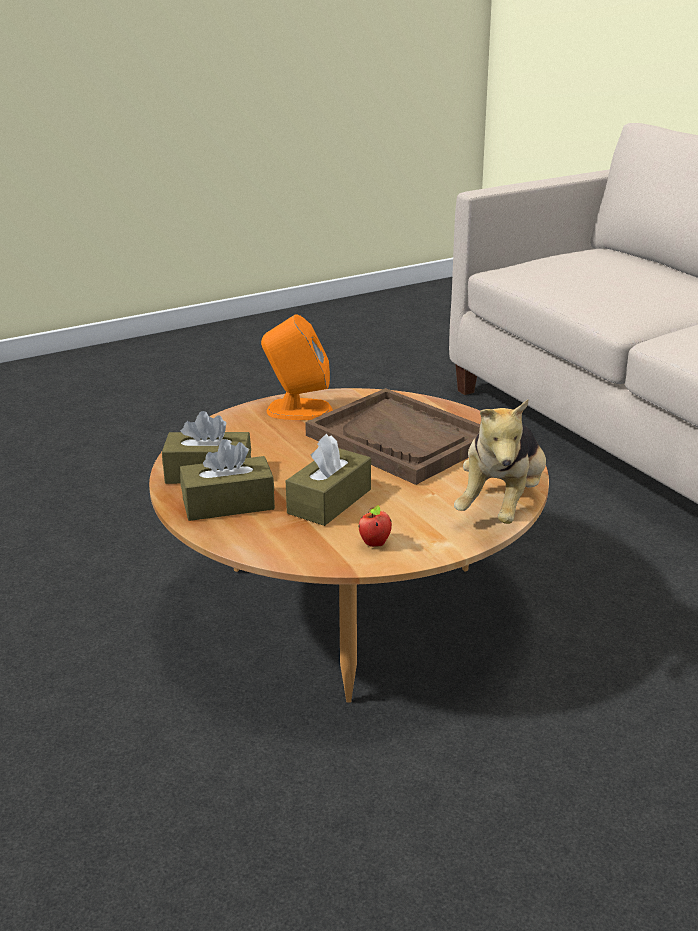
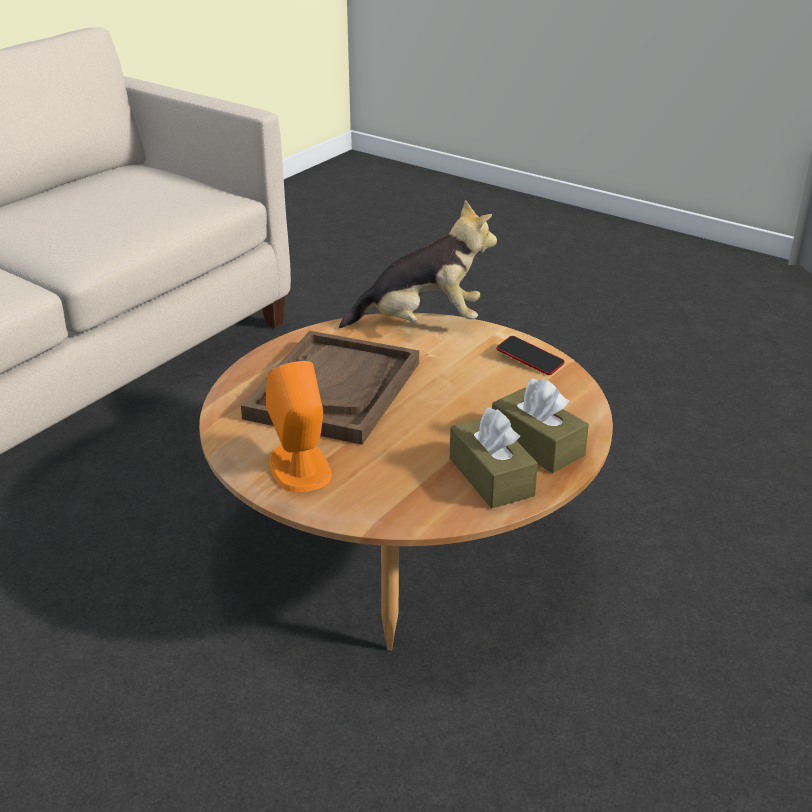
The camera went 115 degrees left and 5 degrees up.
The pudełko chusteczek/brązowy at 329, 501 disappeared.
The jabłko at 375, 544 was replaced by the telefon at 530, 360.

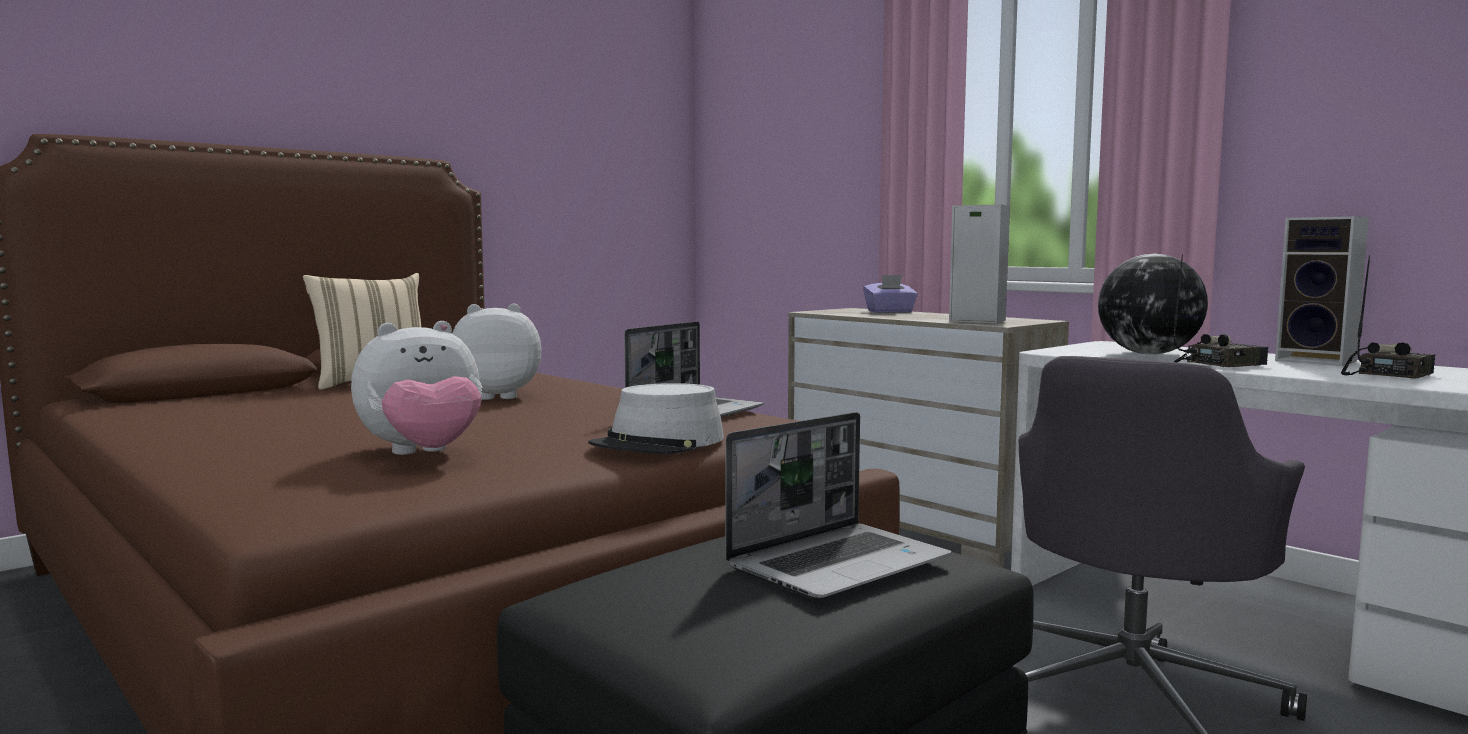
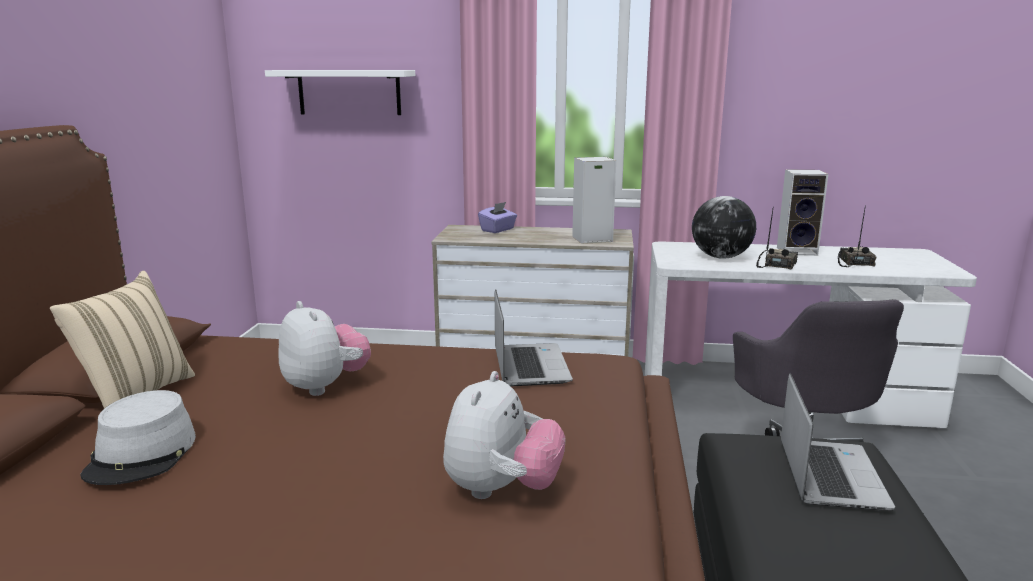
The camera went 40 degrees left and 10 degrees up.
The półka/biały at 349, 92 appeared.
The kapelusz/szary moved from 659, 443 to 142, 454.
The pluszak at 498, 396 turned 105 degrees clockwise.

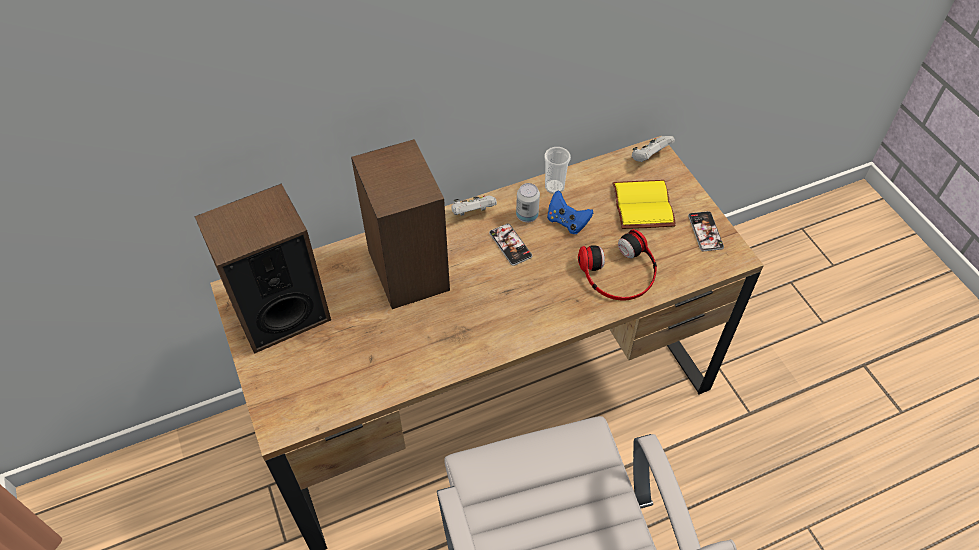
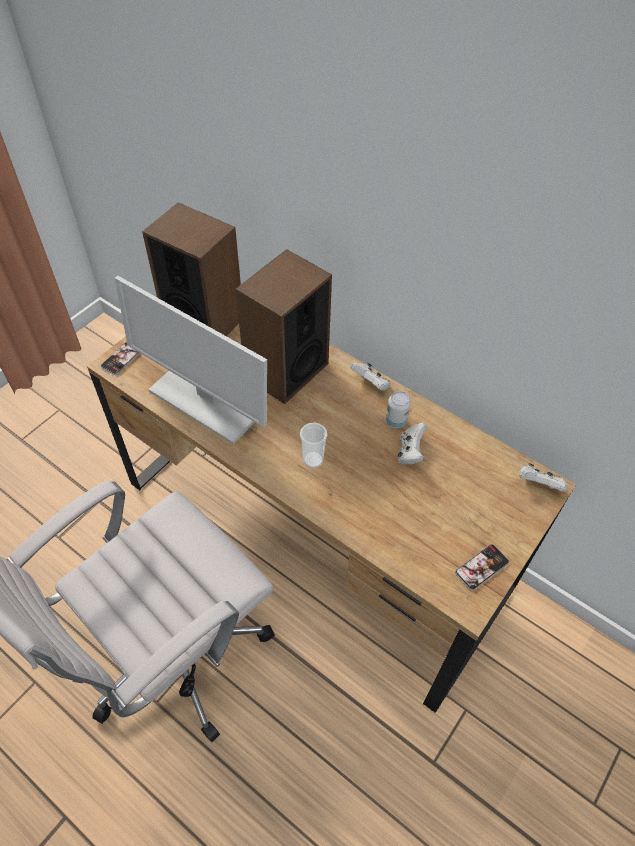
The camera went 60 degrees right and 0 degrees up.
The słuchawki at 619, 273 disappeared.
The książka/żółty at 645, 206 disappeared.
The monitor at 206, 400 appeared.
The telefon moved from 510, 245 to 123, 358.
The filiżanka moved from 554, 187 to 313, 460.
The pad do gier/niebieski at 567, 222 became the pad do gier/biały at 410, 452.

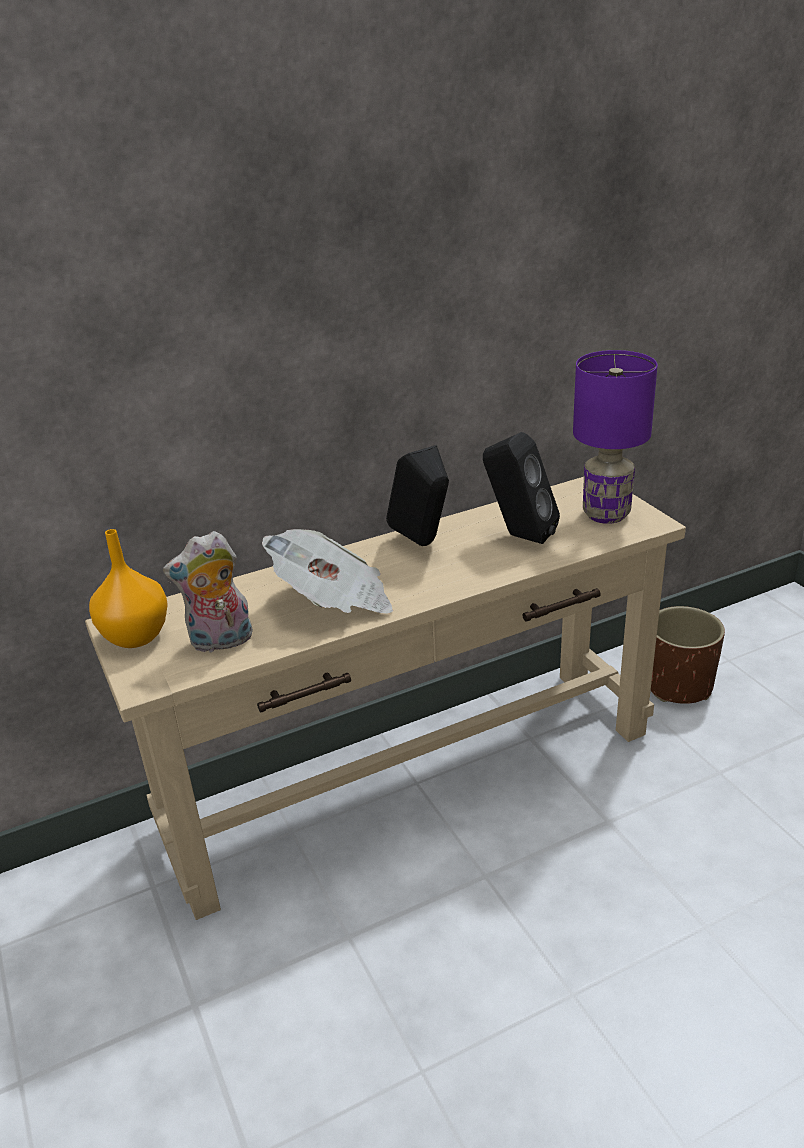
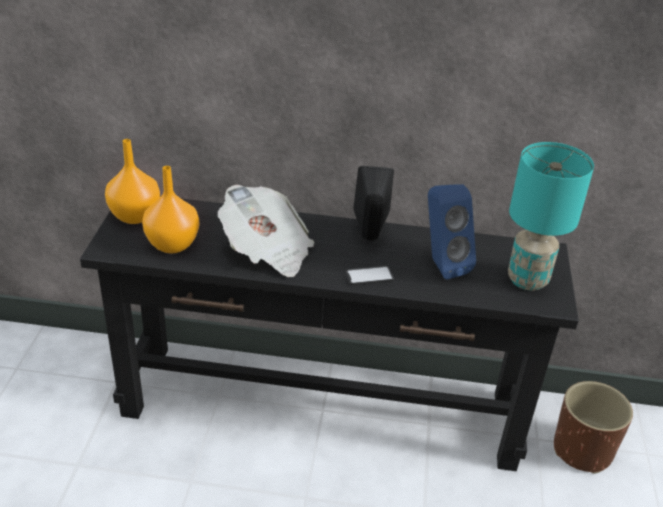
The camera went 30 degrees right and 5 degrees up.
The telefon at 369, 276 appeared.
The pluszak at 220, 642 was replaced by the wazon/pomarańczowy at 173, 244.
The stolik konsolowy/beżowy at 412, 779 became the stolik konsolowy/czarny at 322, 406.
The głośnik/czarny at 518, 536 became the głośnik/niebieski at 441, 265.
The lampa stołowa/fioletowy at 606, 515 became the lampa stołowa/turkusowy at 527, 280.

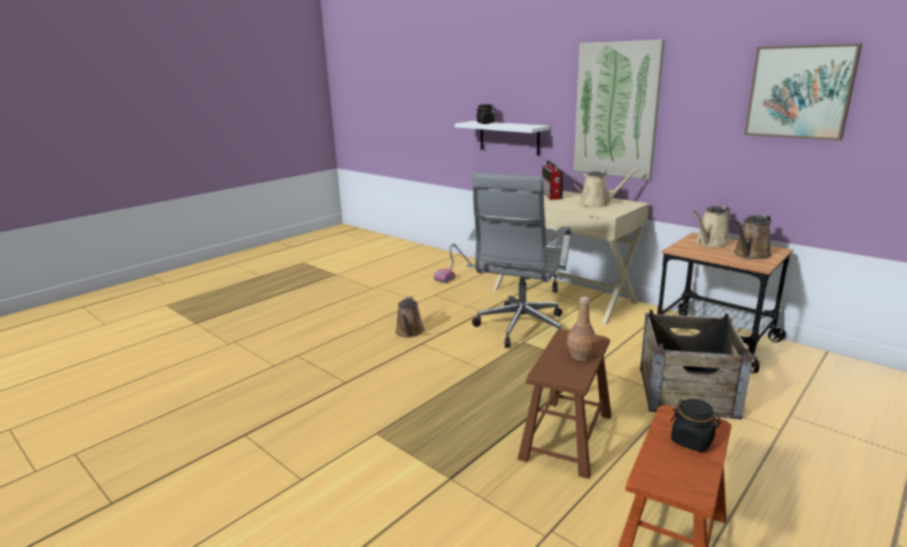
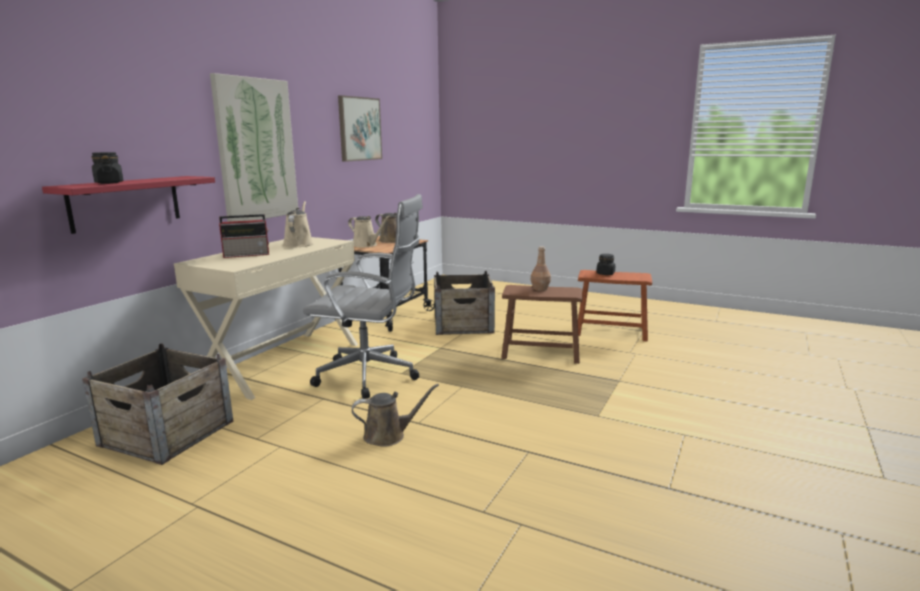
The camera went 105 degrees left and 5 degrees down.
The odkurzacz at 457, 274 was replaced by the skrzynka at 167, 432.
The półka/biały at 509, 137 became the półka/czerwony at 125, 203.

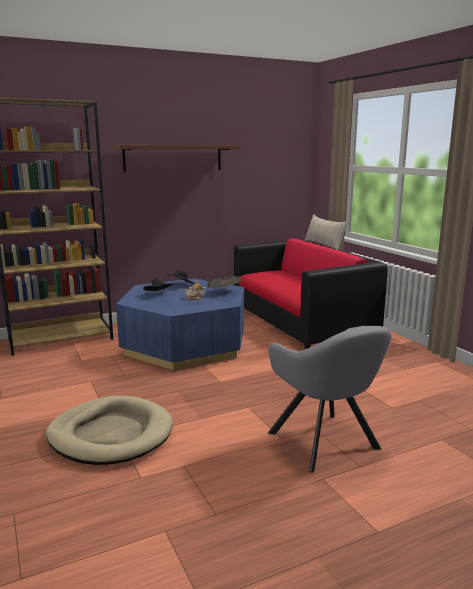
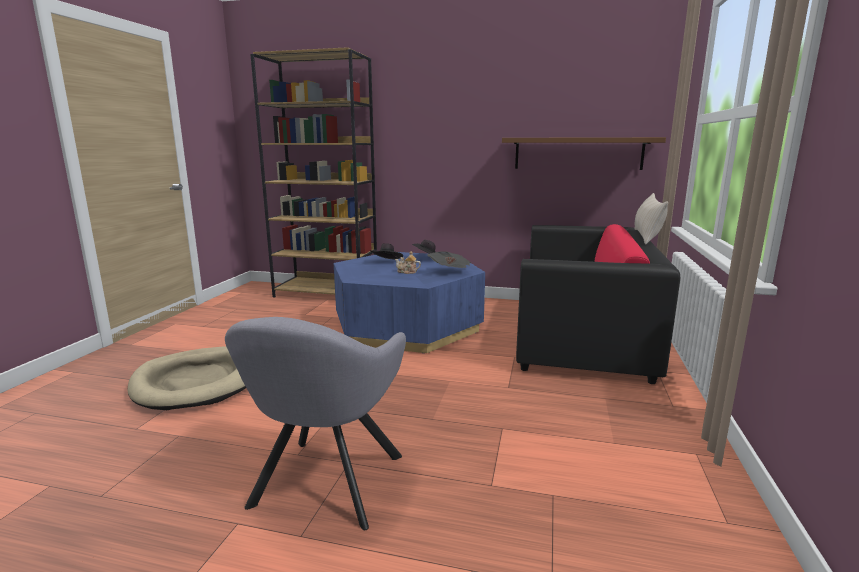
The camera went 40 degrees right and 0 degrees up.
The półka/brązowy moved from 173, 158 to 578, 153.

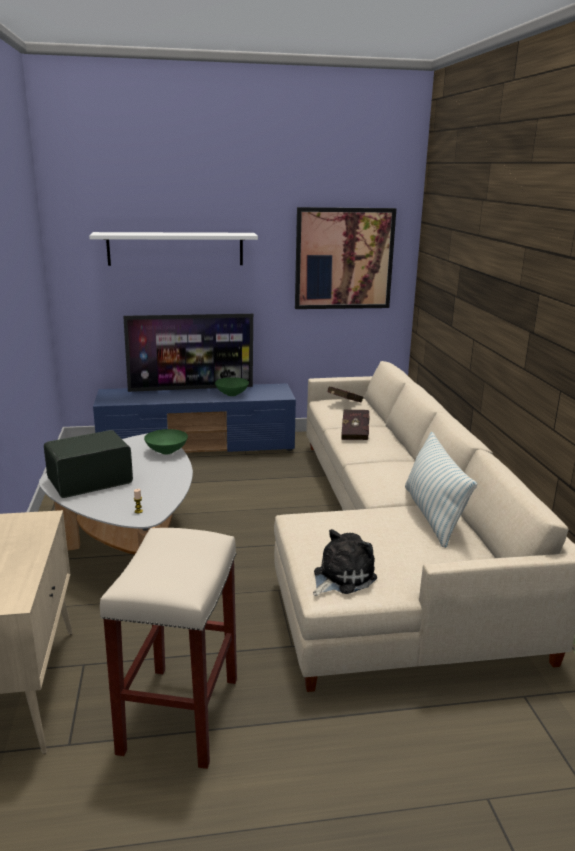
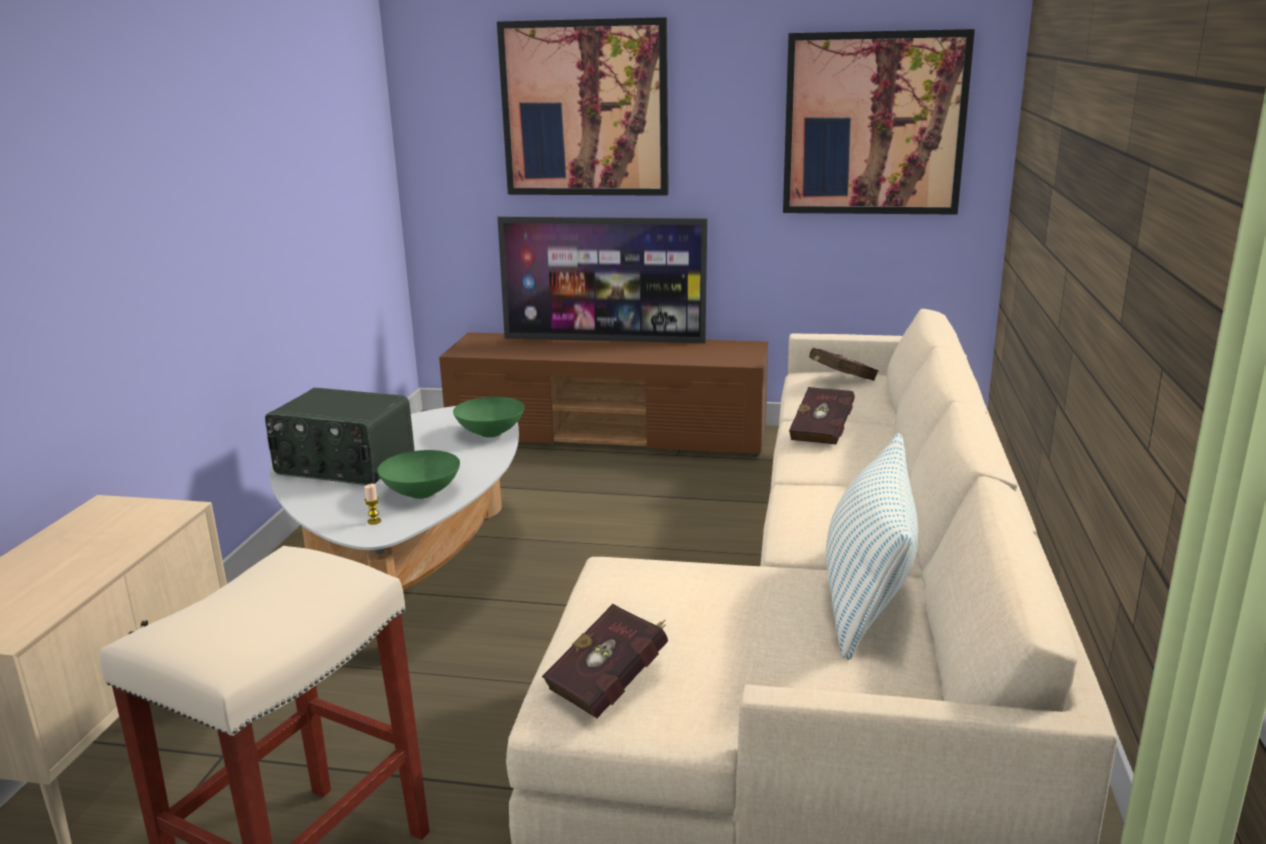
The camera went 20 degrees right and 0 degrees up.
The miska/zielony moved from 232, 394 to 423, 493.
The półka/biały at 175, 249 was replaced by the obraz at 585, 109.
The pluszak at 341, 577 was replaced by the książka/czerwony at 611, 683.
The szafka pod telewizor/niebieski at 198, 446 became the szafka pod telewizor/brązowy at 610, 435.
The radio at 90, 480 turned 150 degrees counterclockwise.

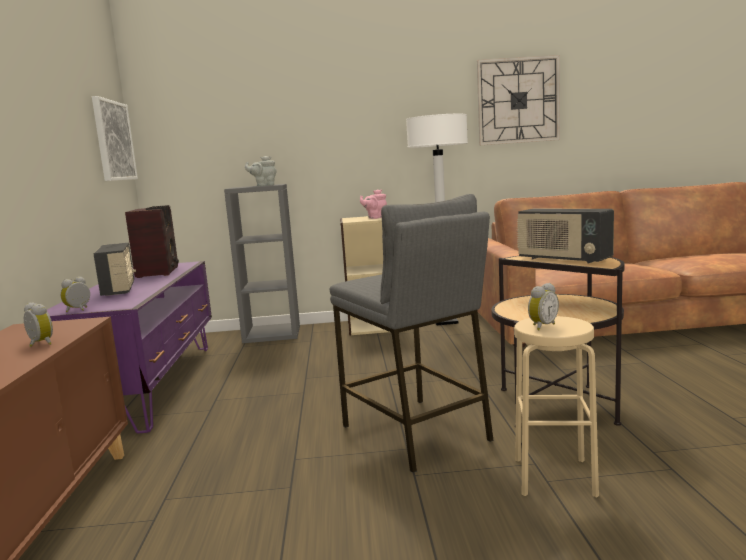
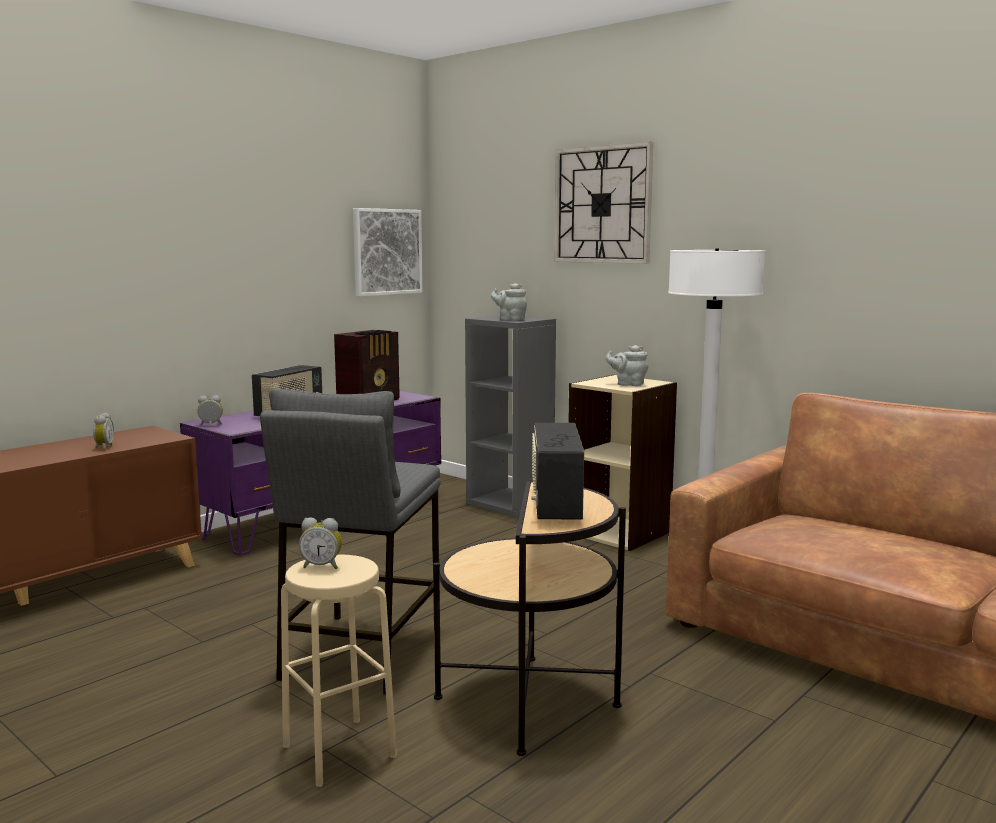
The camera went 45 degrees right and 0 degrees up.
The zegar ścienny moved from 518, 101 to 602, 205.
The imbryk/różowy at 375, 218 became the imbryk/szary at 628, 384.

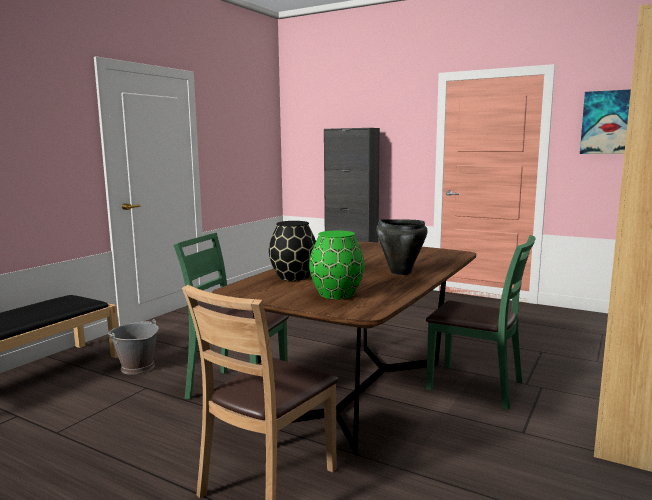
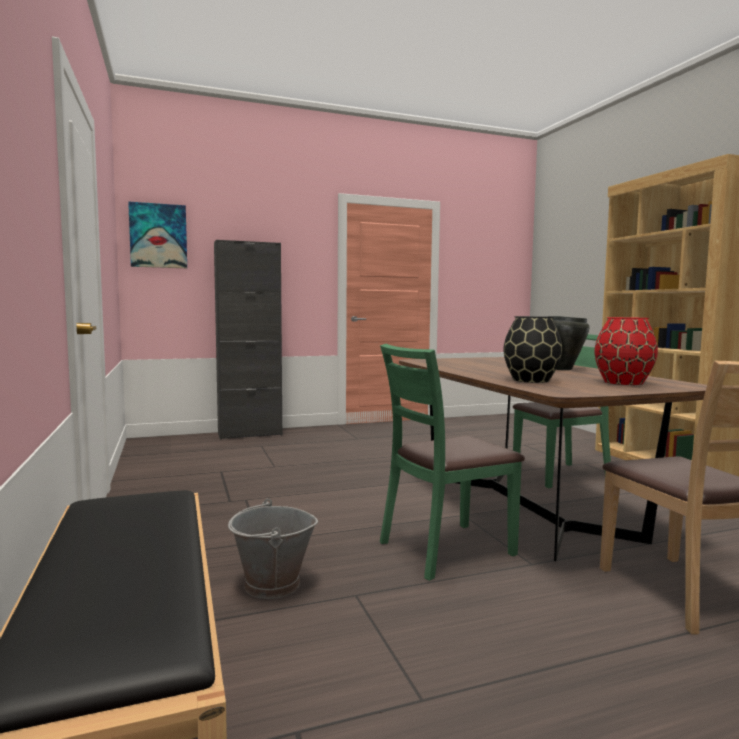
The camera went 50 degrees left and 5 degrees down.
The obraz moved from 611, 122 to 158, 236.
The wazon/zielony at 336, 294 became the wazon/czerwony at 622, 382.

